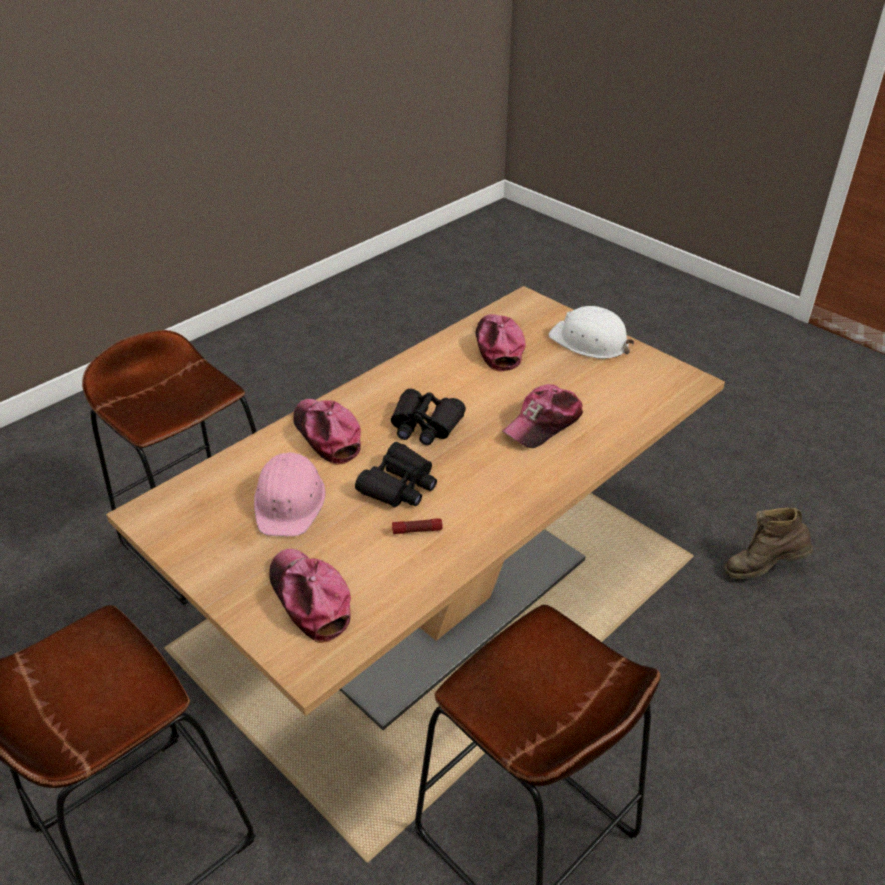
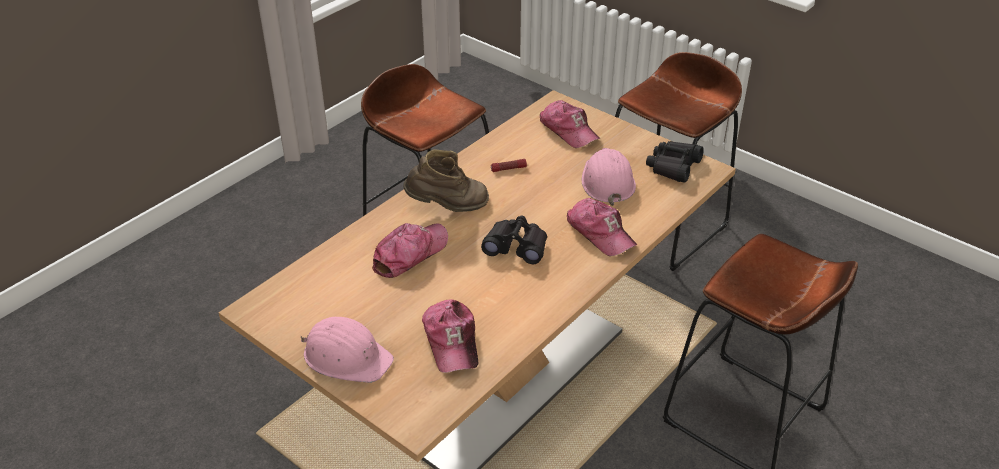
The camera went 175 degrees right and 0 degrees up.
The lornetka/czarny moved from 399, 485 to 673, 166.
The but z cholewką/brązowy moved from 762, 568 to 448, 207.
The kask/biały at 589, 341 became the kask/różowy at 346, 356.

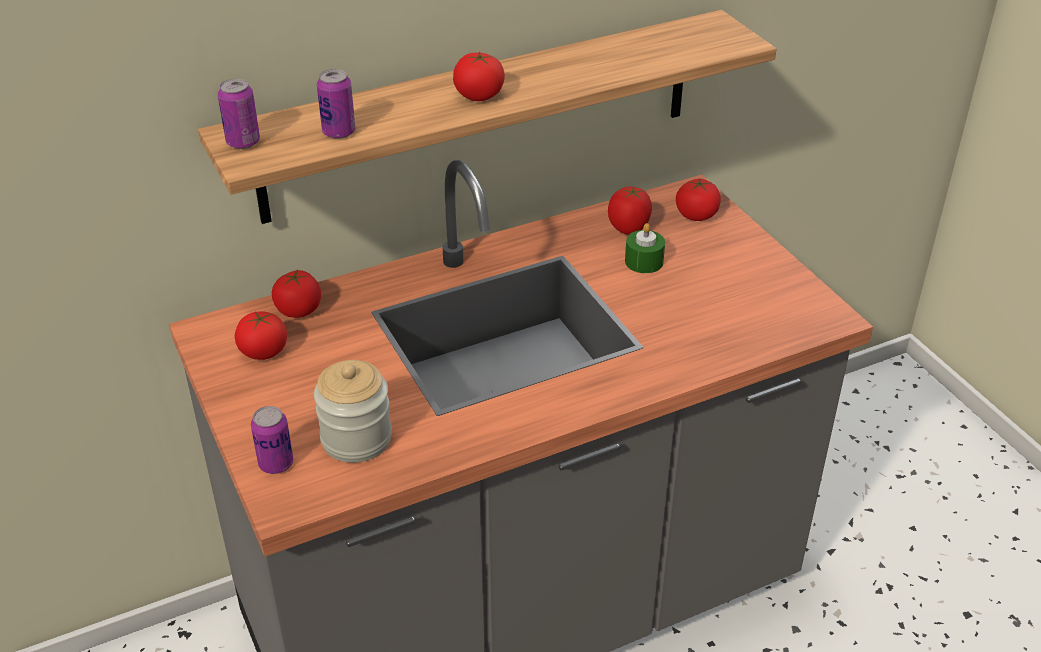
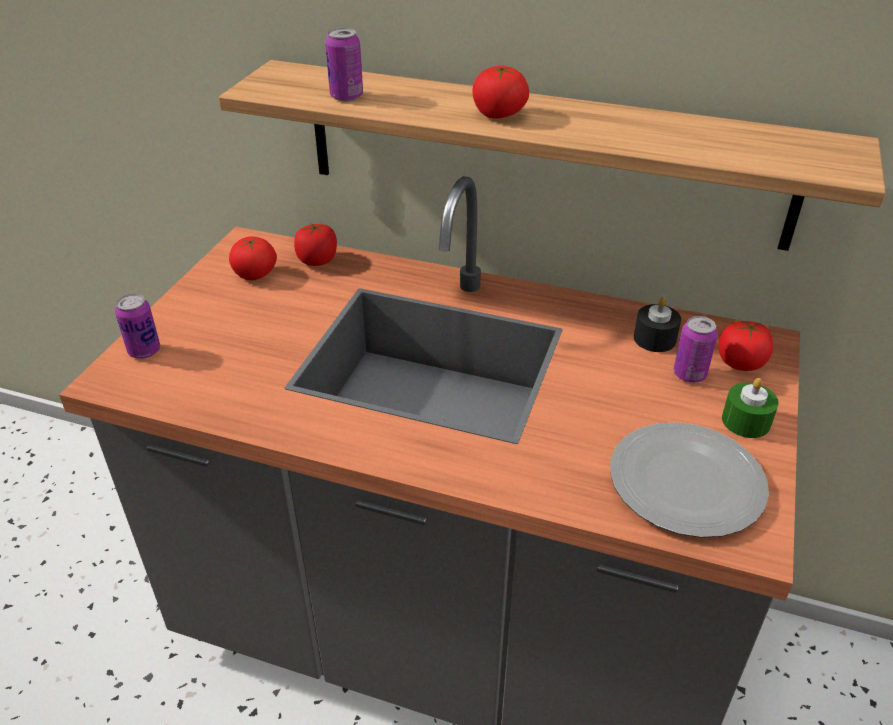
The camera went 45 degrees right and 0 degrees up.
The słoik at 356, 439 disappeared.
The talerz at 686, 481 appeared.
The puszka moved from 243, 142 to 689, 374.
The świeca/zielony moved from 644, 261 to 746, 421.
The pomidor at 628, 228 was replaced by the świeca/czarny at 654, 339.

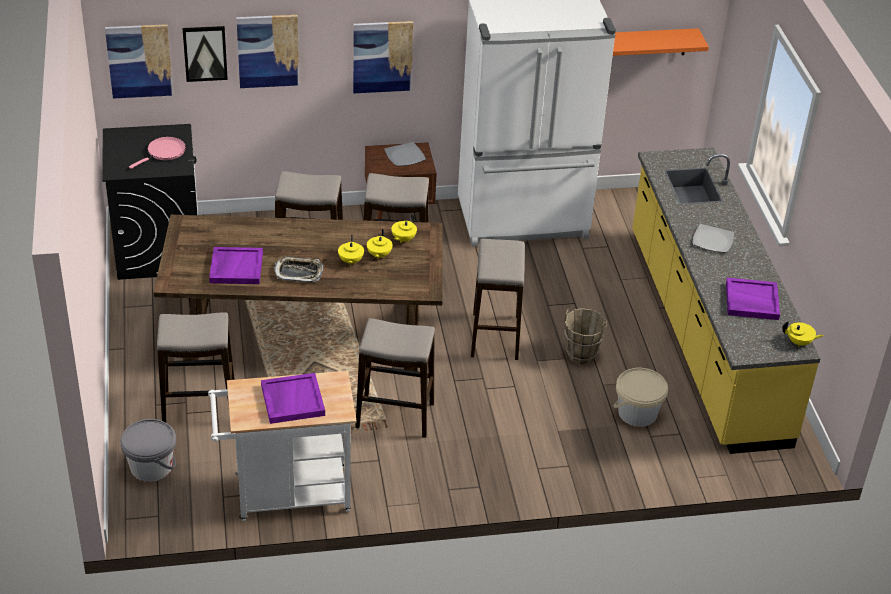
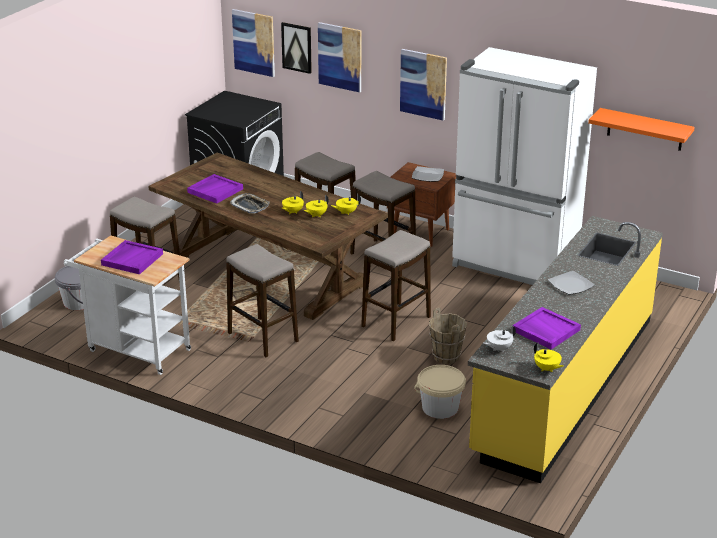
The camera went 40 degrees right and 10 degrees down.
The patelnia/różowy at 164, 152 disappeared.
The imbryk/biały at 498, 349 appeared.

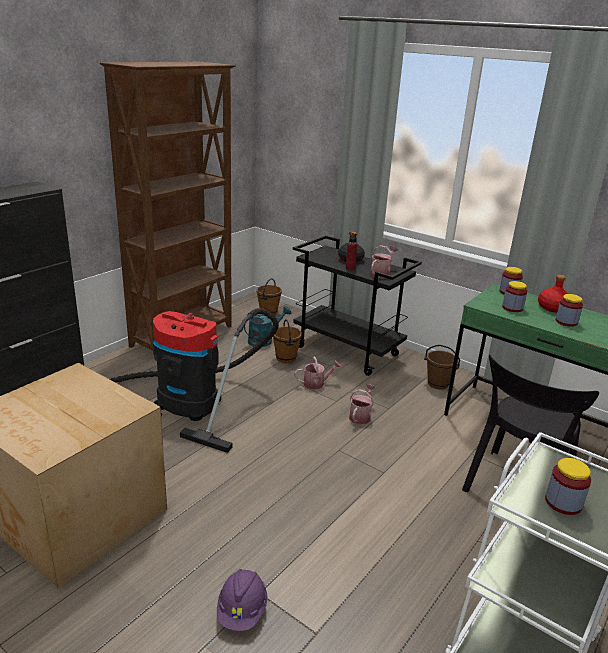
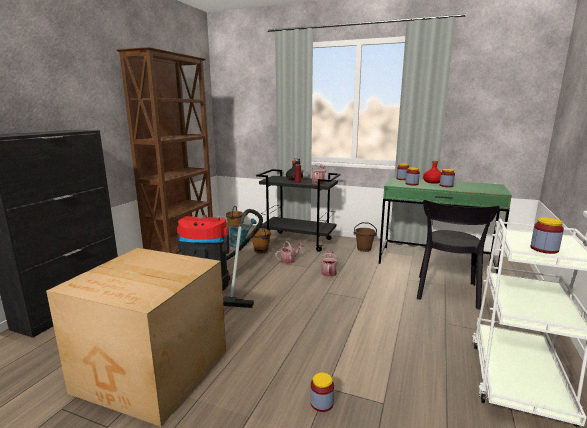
The camera went 15 degrees left and 10 degrees down.
The kask/fioletowy at 242, 611 was replaced by the słoik at 321, 403.

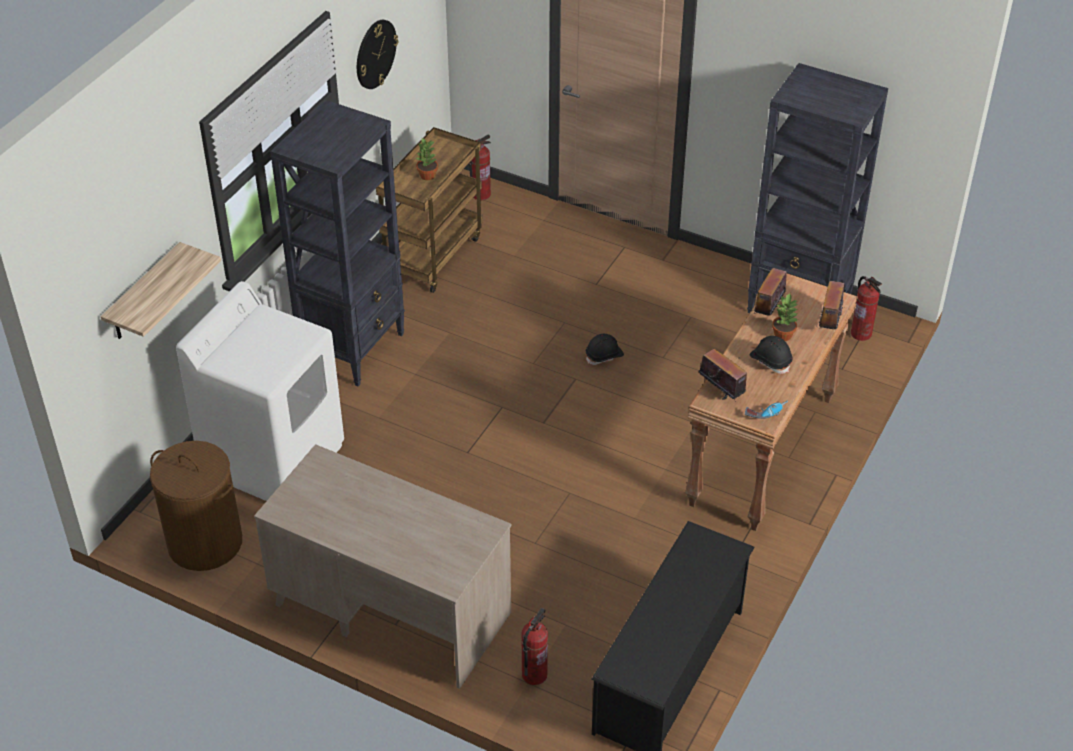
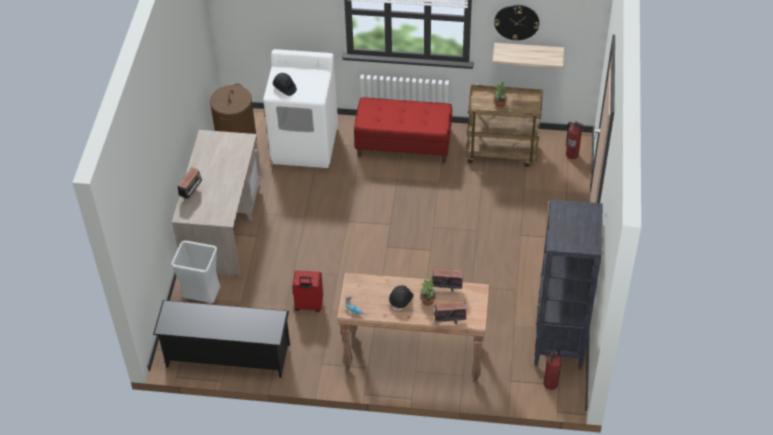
The camera went 70 degrees right and 5 degrees up.
The walizka/czerwony at 309, 305 appeared.
The półka moved from 144, 294 to 528, 53.
The kask/czarny moved from 604, 356 to 284, 88.
The radio moved from 721, 392 to 192, 193.
The regał/czarny at 354, 348 was replaced by the ławka/czerwony at 403, 146.
The gaśnica at 534, 674 was replaced by the kosz na śmieci/szary at 203, 298.

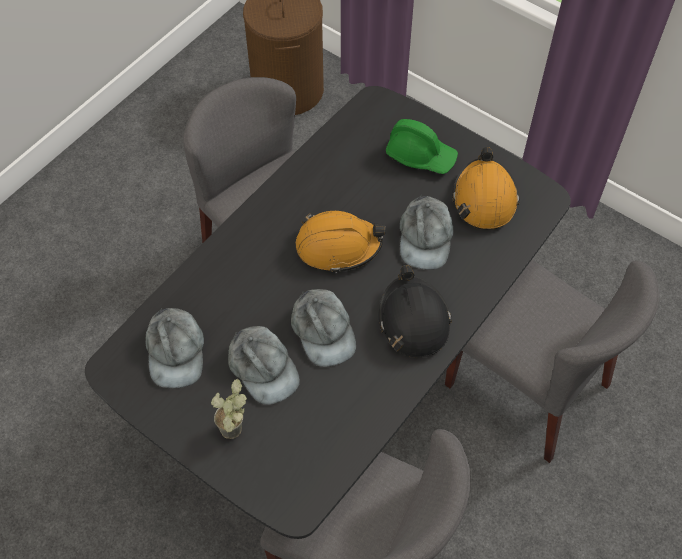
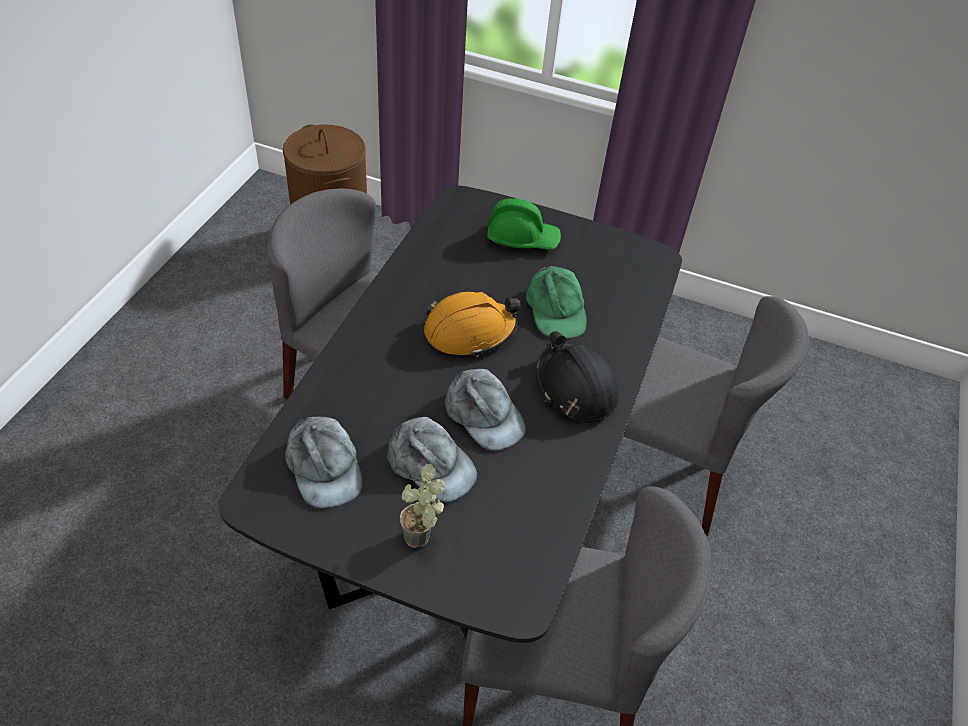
The camera went 20 degrees left and 10 degrees down.
The kask/pomarańczowy at 484, 198 disappeared.
The czapka z daszkiem/szary at 425, 237 became the czapka z daszkiem/zielony at 555, 309.

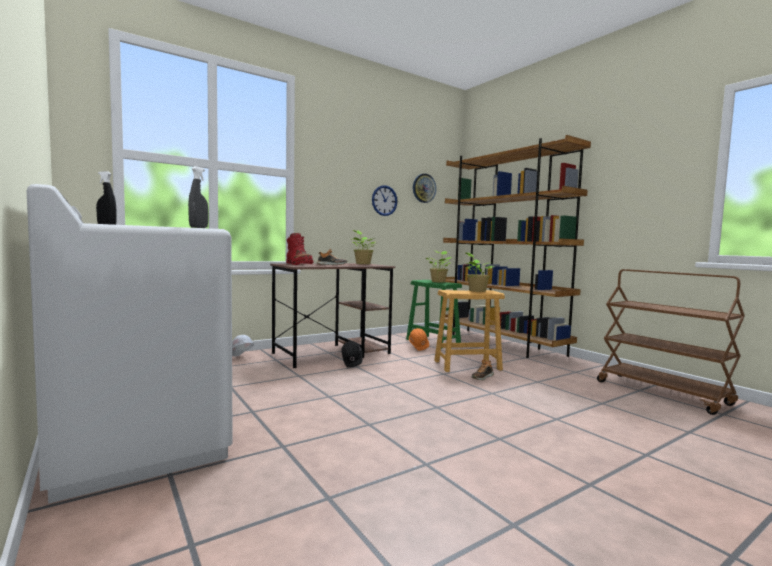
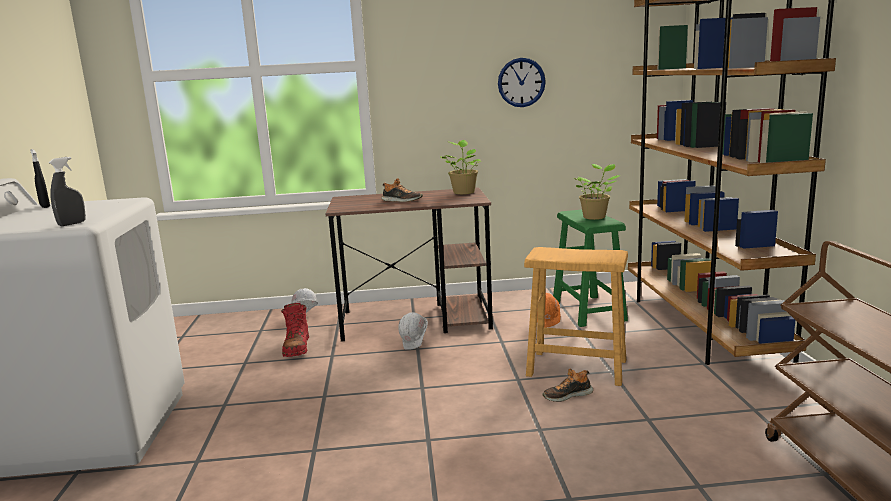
The camera went 30 degrees right and 10 degrees up.
The zegar ścienny at 424, 188 disappeared.
The roślina doniczkowa at 476, 290 disappeared.
The but z cholewką/czerwony moved from 298, 264 to 297, 348.
The kask/czarny at 352, 365 became the kask/biały at 415, 345.

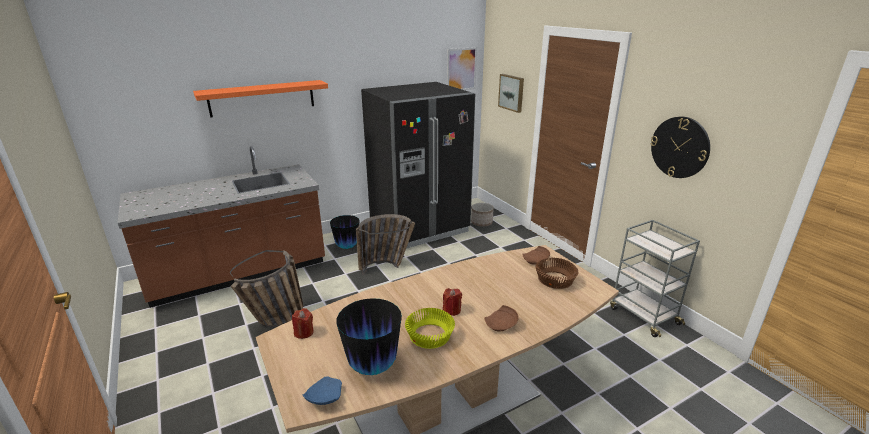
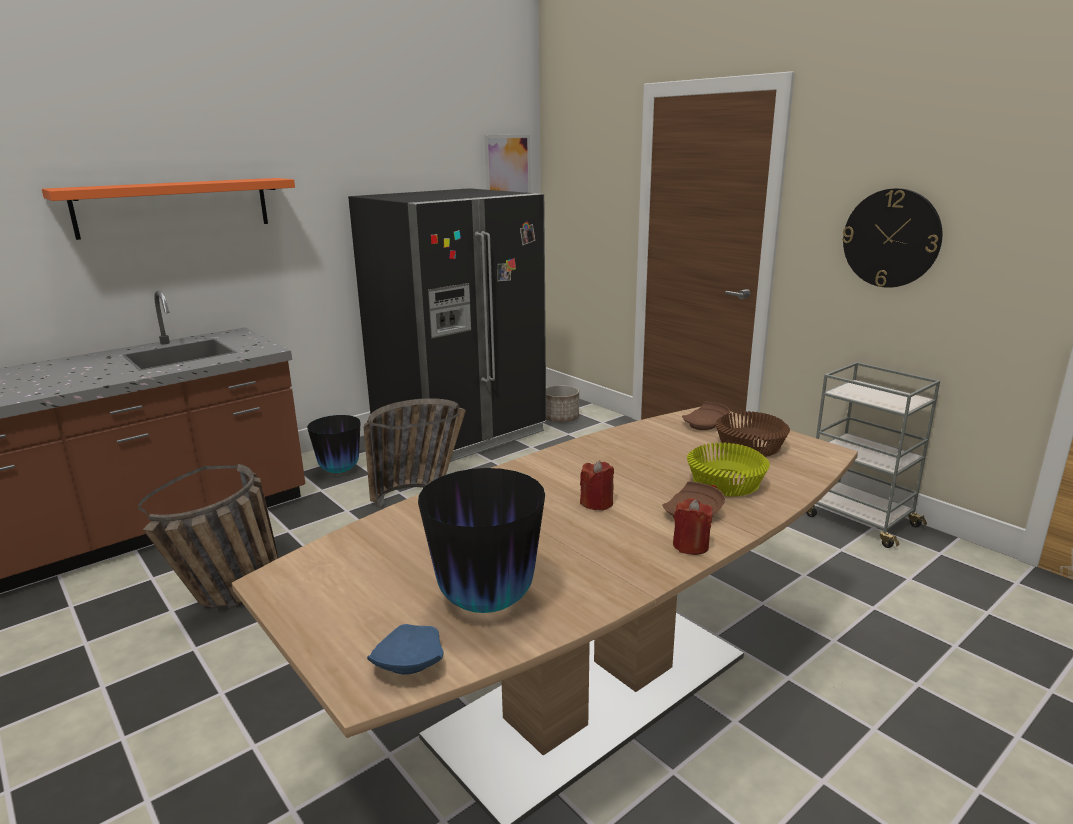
The camera went 10 degrees left and 5 degrees down.
The obraz at 512, 92 disappeared.
The świeca/czerwony moved from 304, 332 to 690, 546.
The miska/żółty moved from 429, 336 to 724, 483.

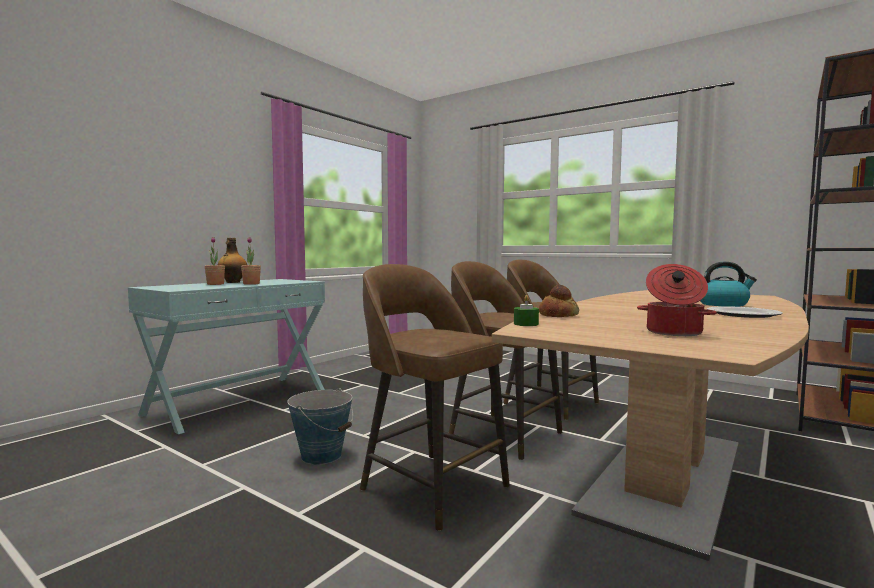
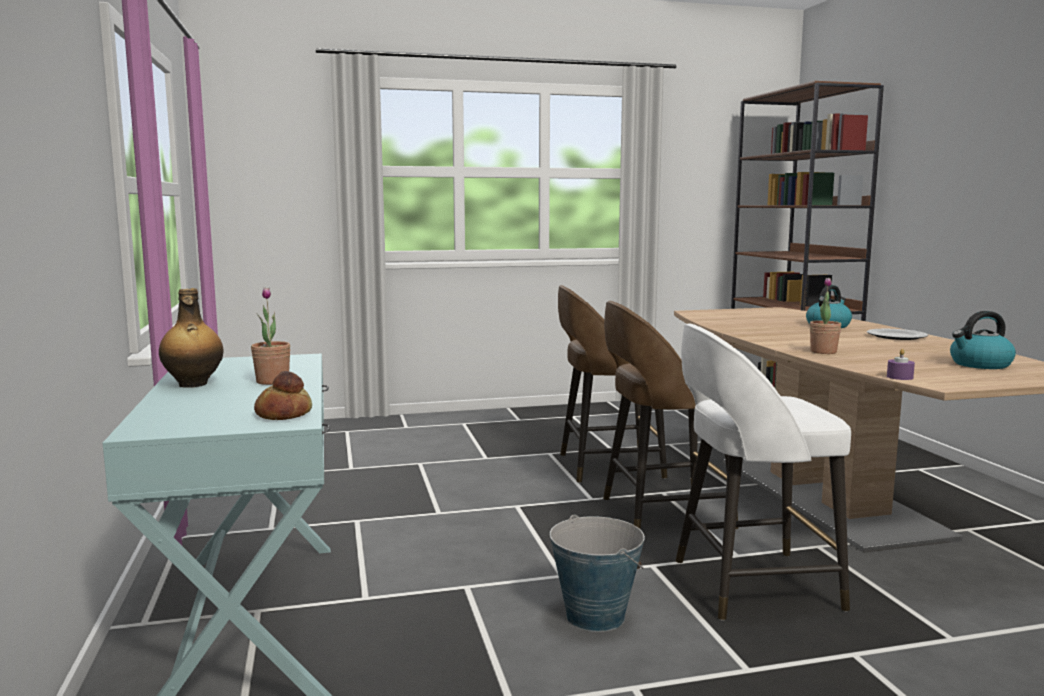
The camera went 50 degrees left and 5 degrees up.
The roślina doniczkowa moved from 215, 284 to 823, 352.
The chleb moved from 557, 315 to 283, 414.
The garnek at 673, 333 was replaced by the czajnik at 980, 365.
The stołek/brązowy at 431, 486 became the stołek/biały at 751, 584.
The świeca/zielony at 526, 324 became the świeca/fioletowy at 899, 377.

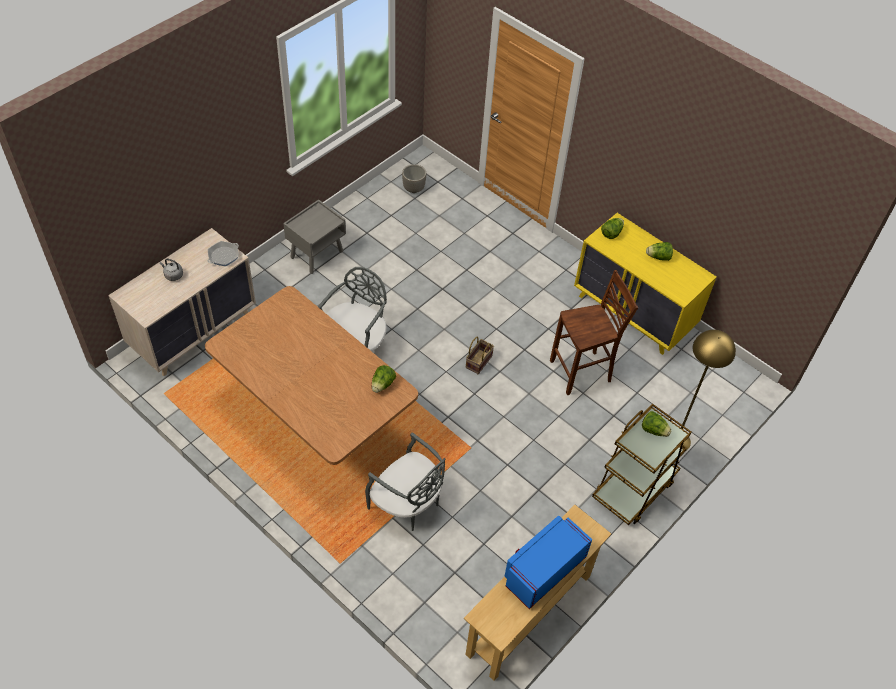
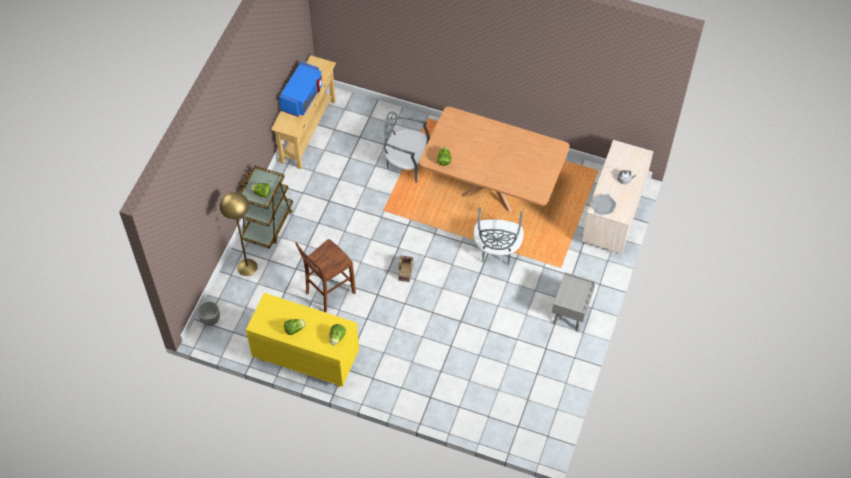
The camera went 160 degrees right and 5 degrees up.
The donica moved from 414, 188 to 210, 320.

